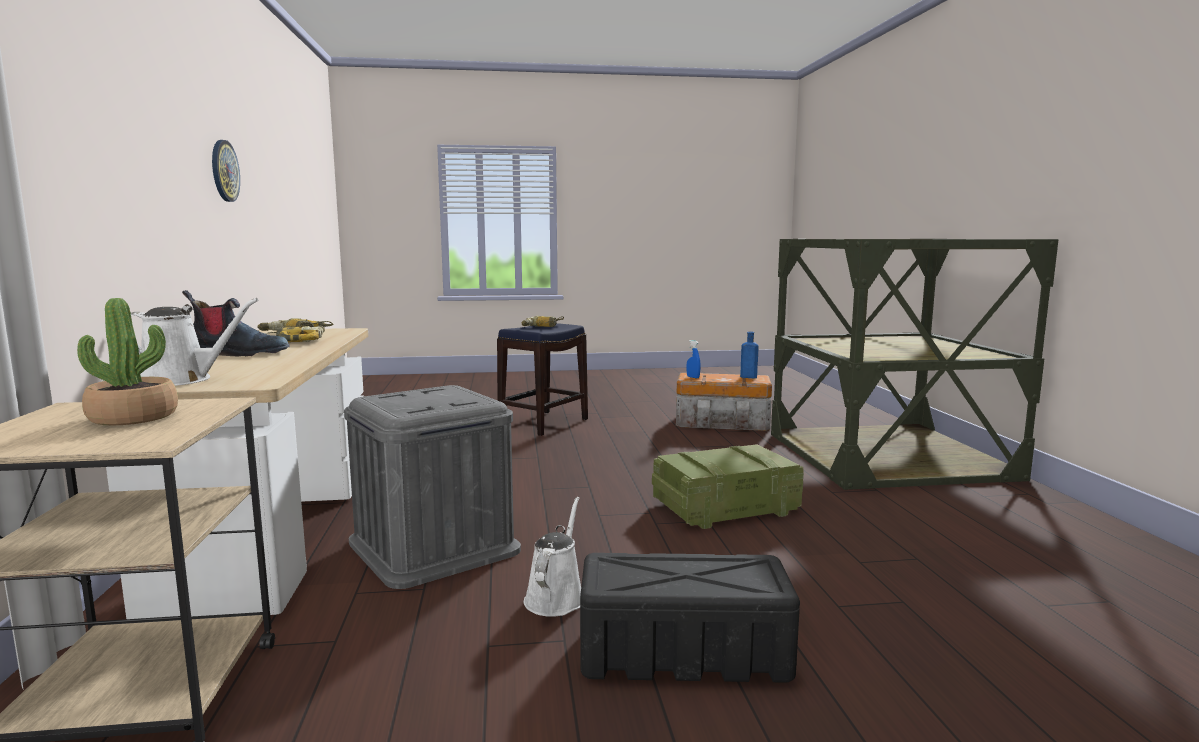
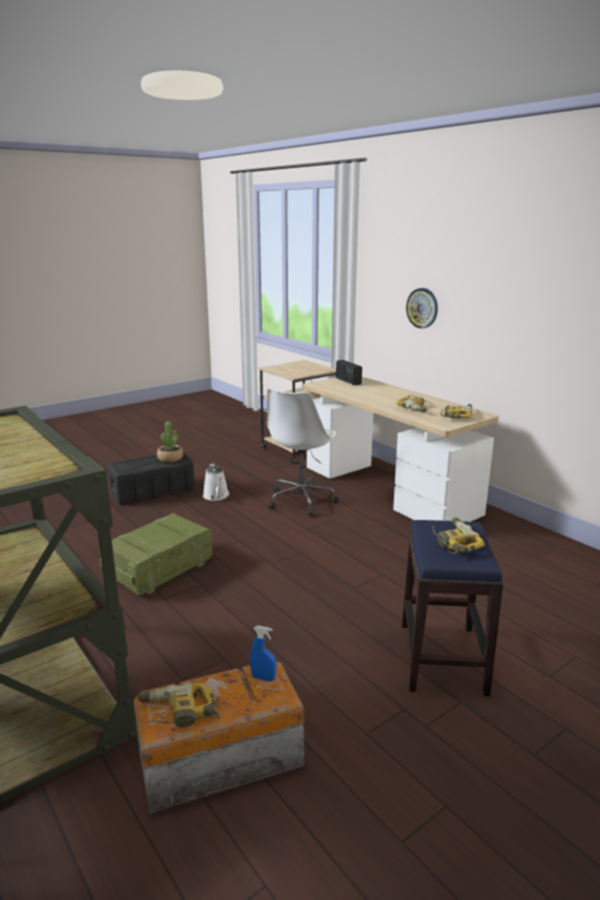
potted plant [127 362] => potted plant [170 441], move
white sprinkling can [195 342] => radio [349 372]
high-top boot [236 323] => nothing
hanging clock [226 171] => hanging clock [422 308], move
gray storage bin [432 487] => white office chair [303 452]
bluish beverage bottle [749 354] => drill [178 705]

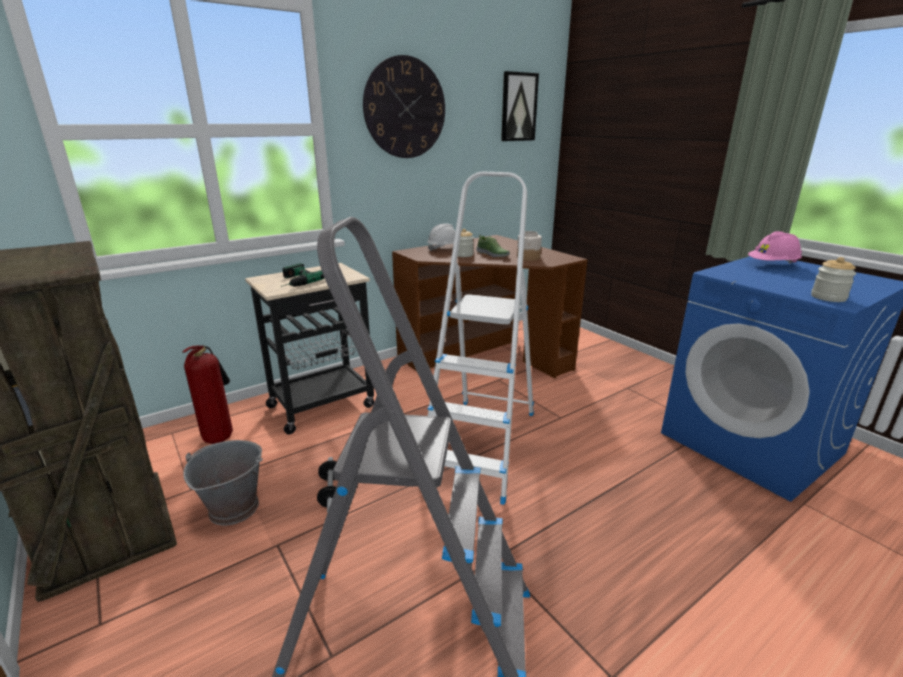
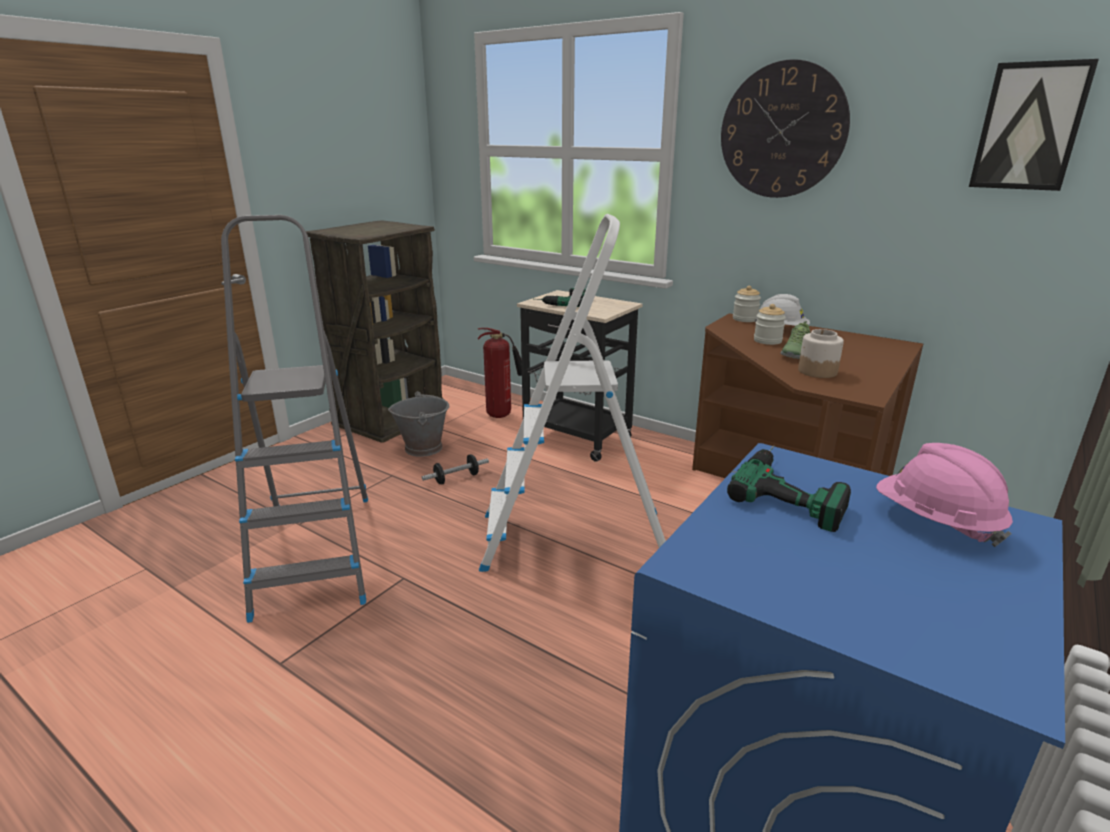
preserve jar [833 279] => preserve jar [747 304], move
nothing => drill [789 489]

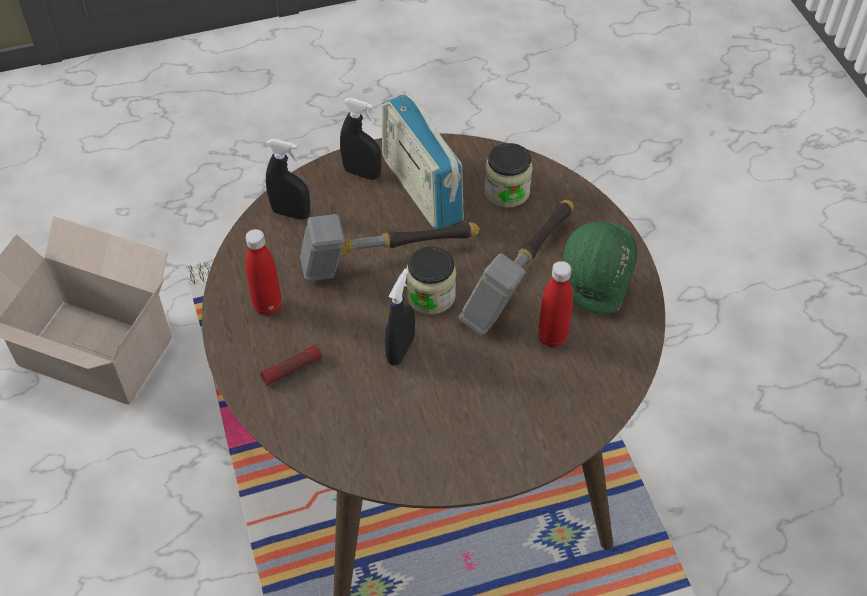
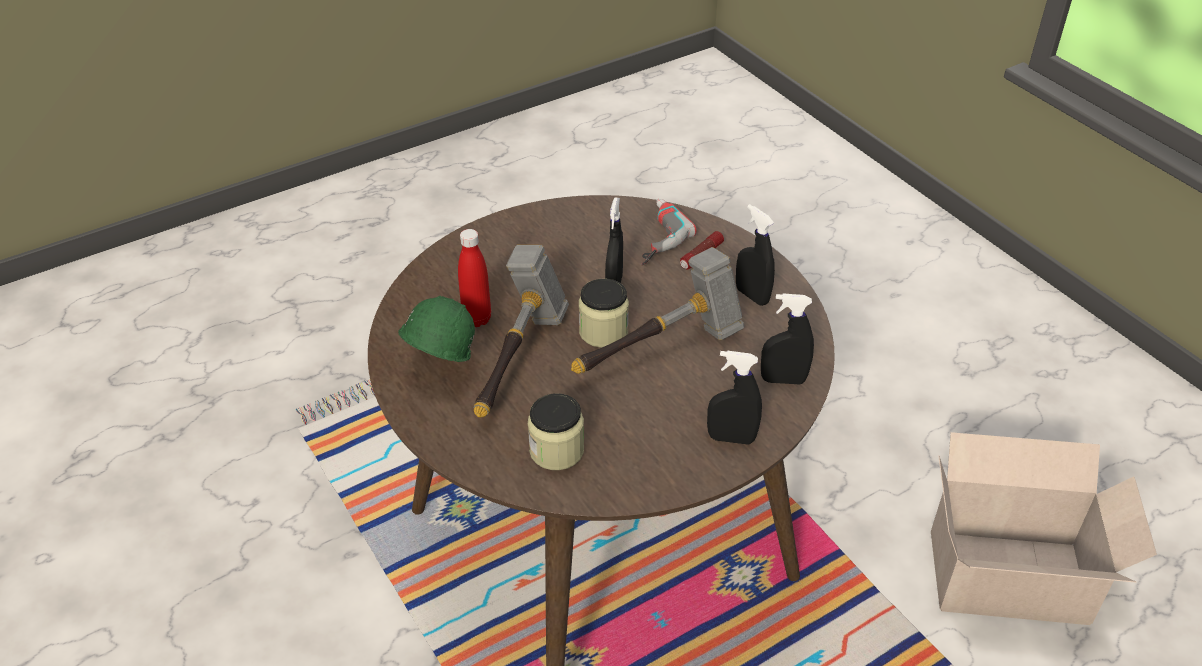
red beverage bottle [263 272] => black-coloured hand sprayer [755 255]
radio [423 160] => nothing
nothing => drill [668 232]

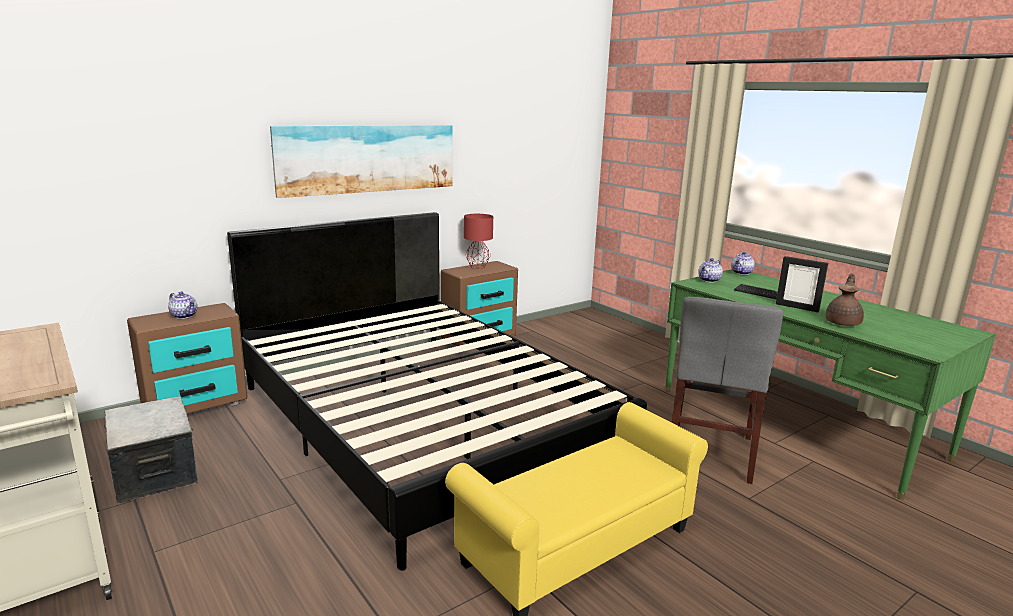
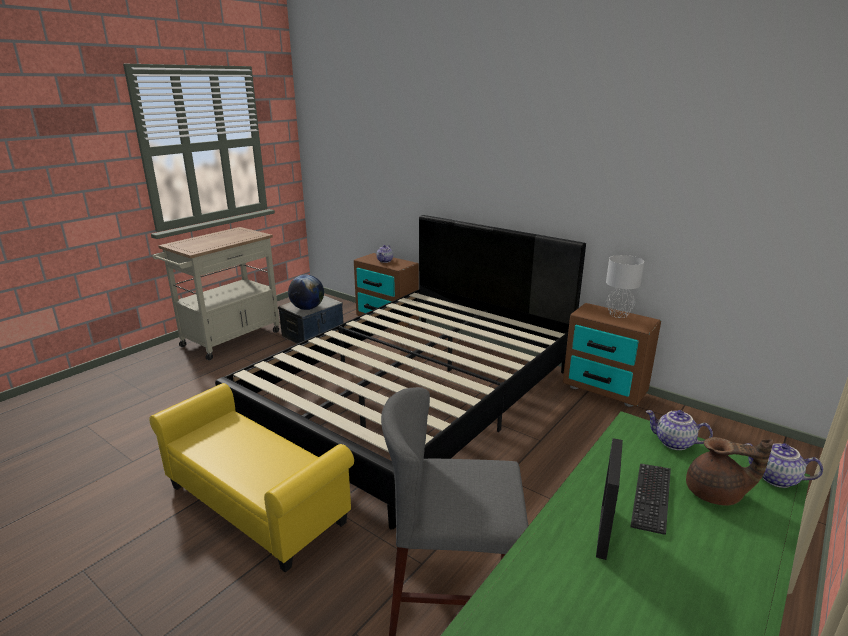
picture [361 161] => nothing
red table lamp [478 241] => gray table lamp [625 286]
brown-coloured teapot [844 299] => brown-coloured teapot [729 471], move
nothing => desk globe [306 292]

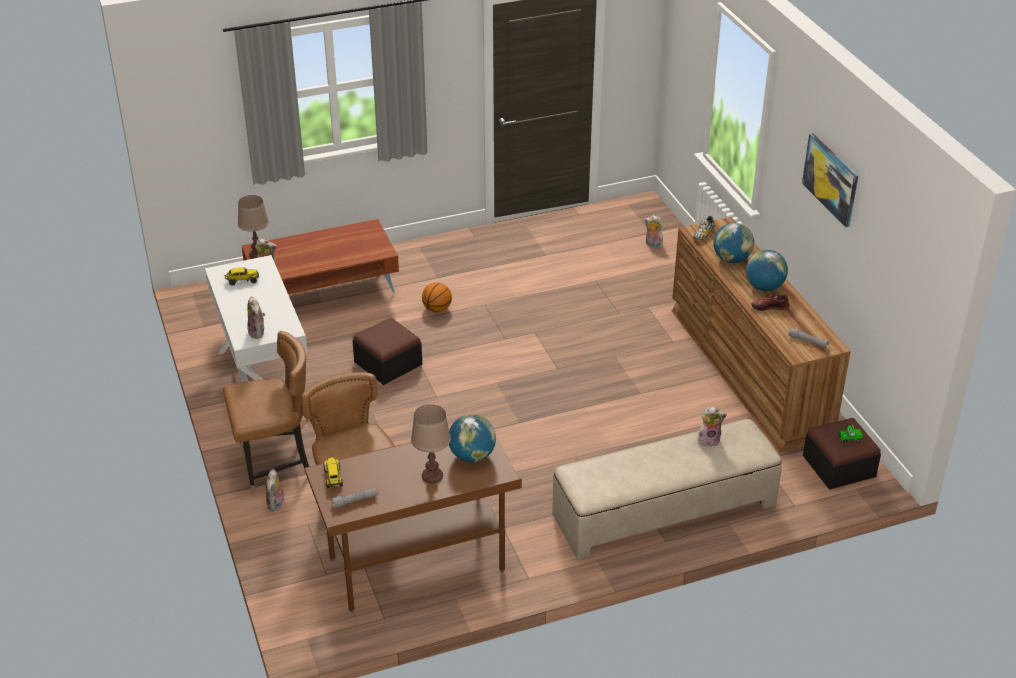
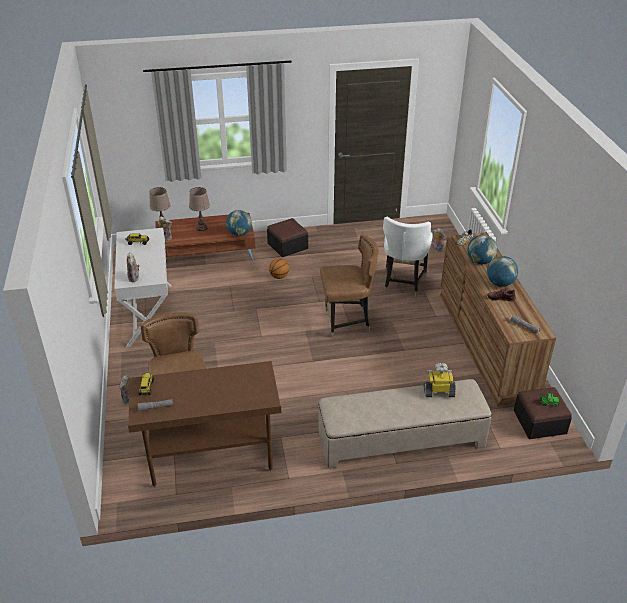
brown-coloured upright chair [266 412] => brown-coloured upright chair [349 286], move
ottoman [387 351] => ottoman [287 237], move
brown-coloured table lamp [431 443] => brown-coloured table lamp [199 209], move
desk globe [472 438] => desk globe [239 223], move
soft toy [712 427] => robot figure [439 380]
picture [830 180] => nothing
nothing => white upright chair [408 257]

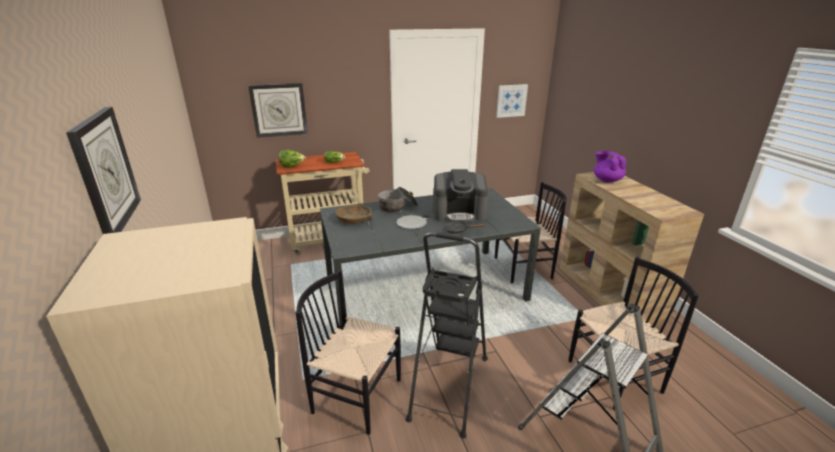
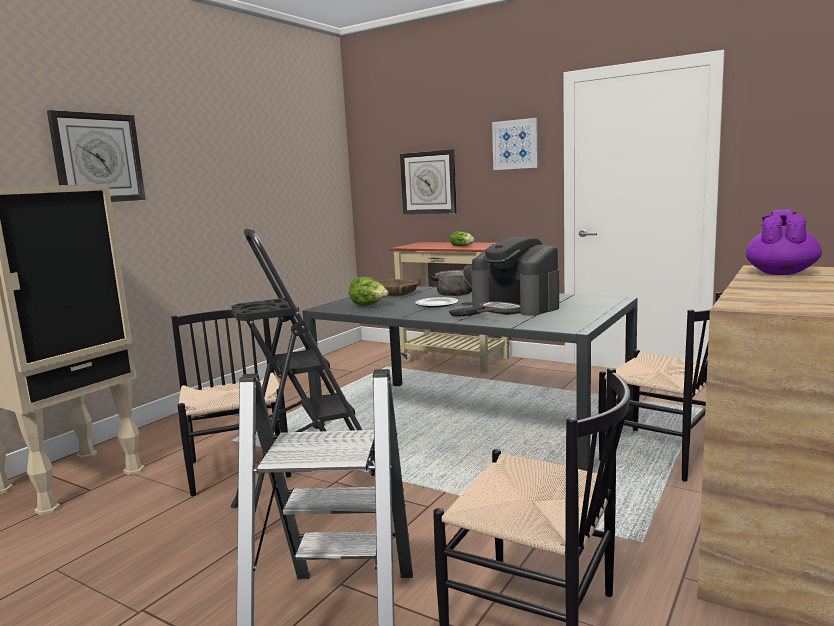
lettuce head [292 159] => lettuce head [368 291], move
picture [512 101] => picture [515 144], move

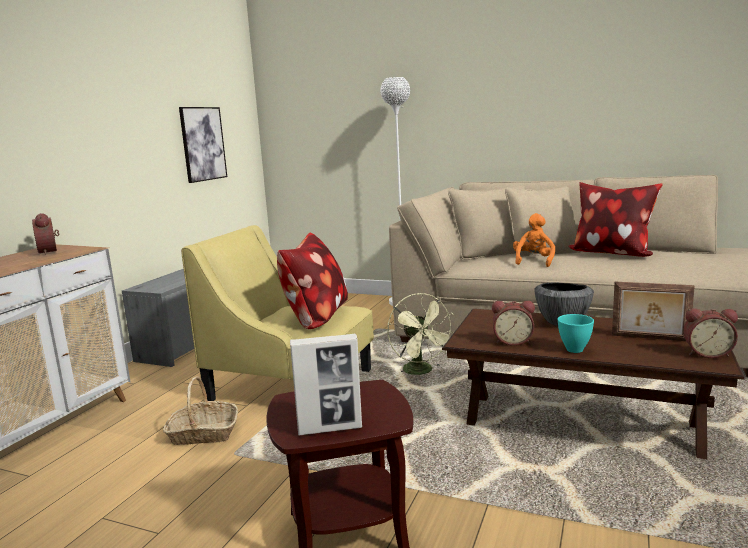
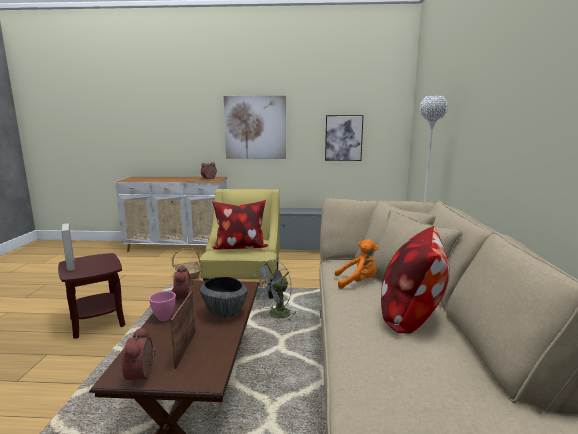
green electric fan [420 334] => gray electric fan [275 290]
turquoise-coloured deep dish [576 333] => pink-coloured deep dish [162 306]
nothing => picture [255 127]

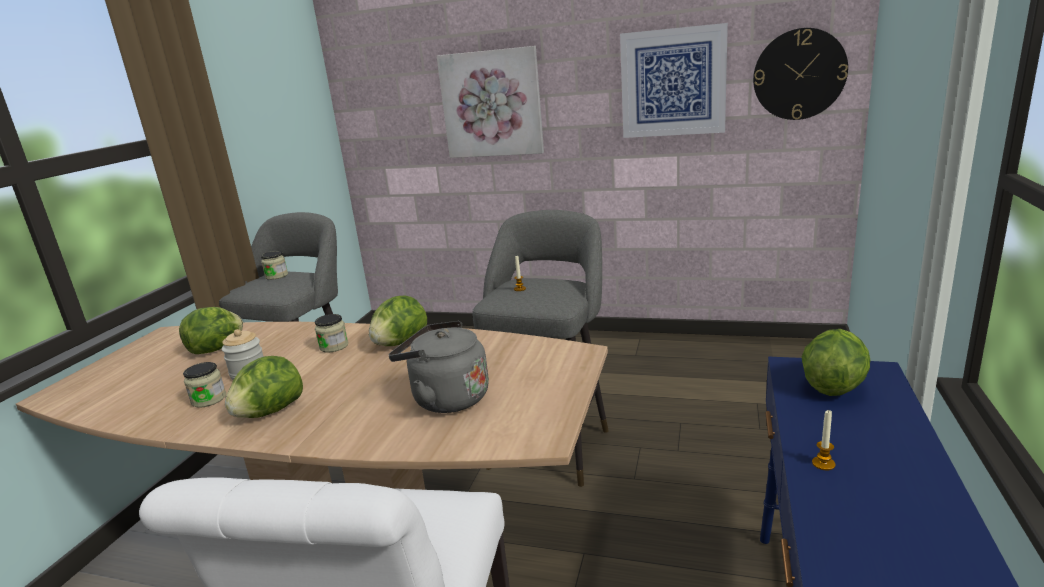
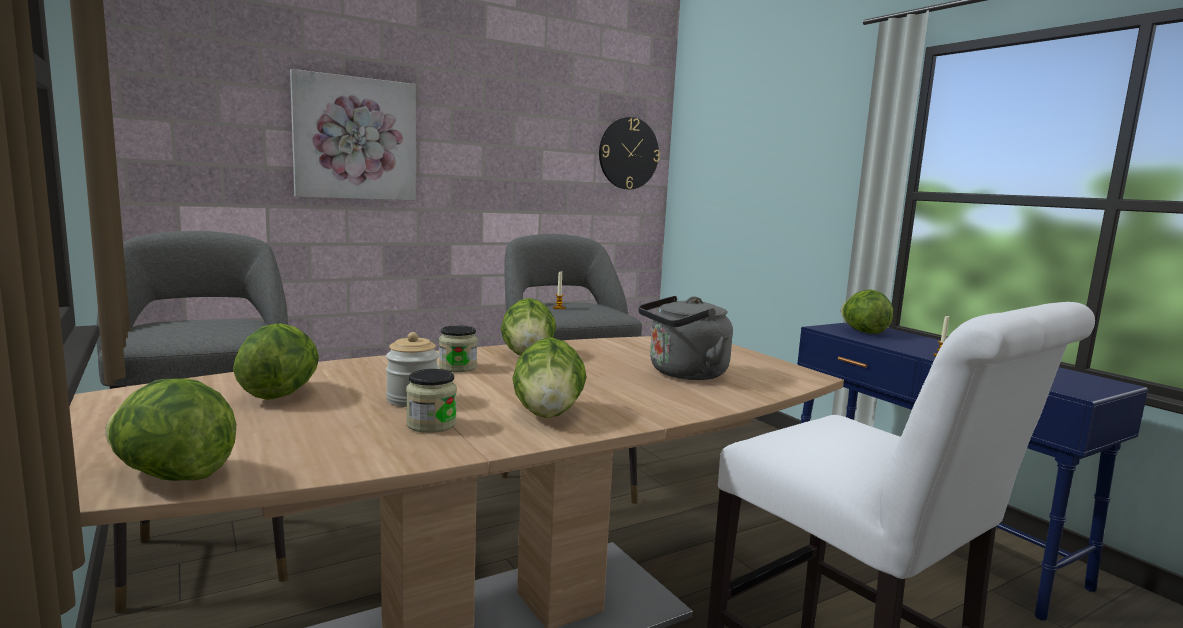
preserve jar [274 265] => nothing
picture [674 80] => nothing
nothing => lettuce head [170 430]

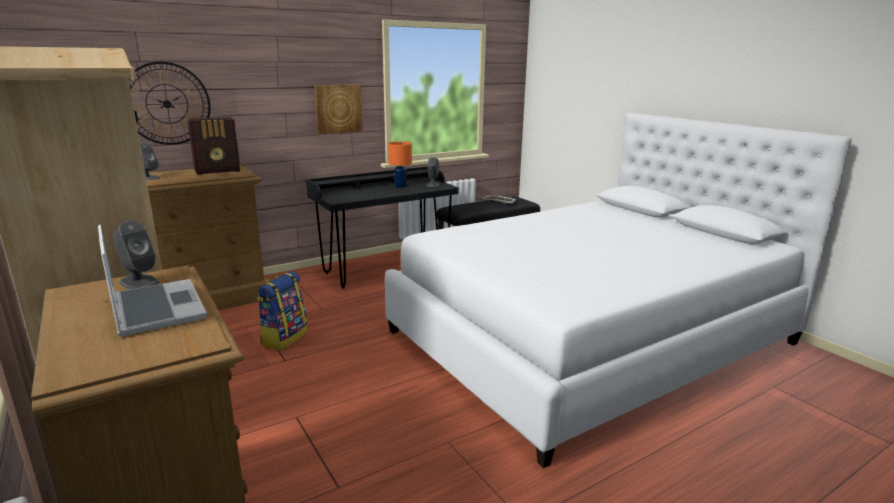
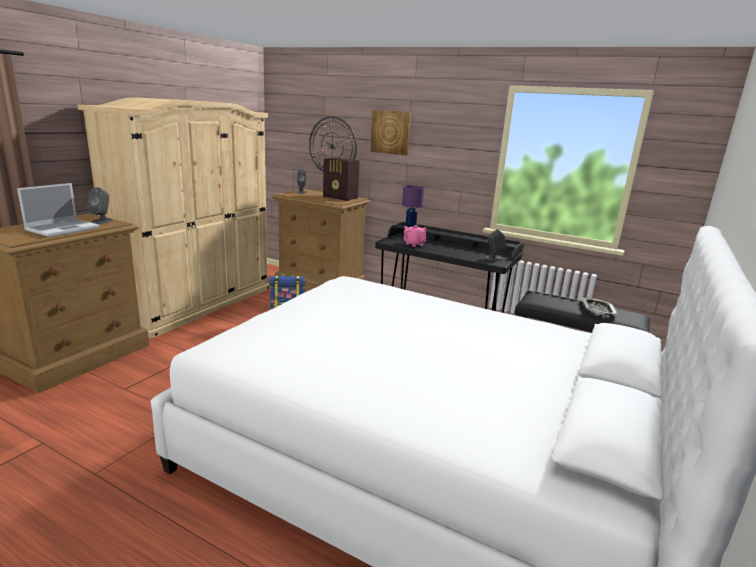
picture [338 109] => picture [391 132], move
orange table lamp [400 165] => nothing
nothing => purple table lamp [413 206]
nothing => pink-coloured teapot [415 236]

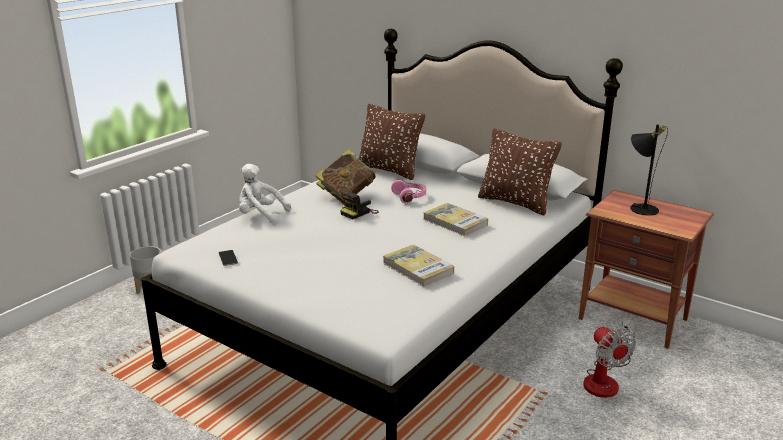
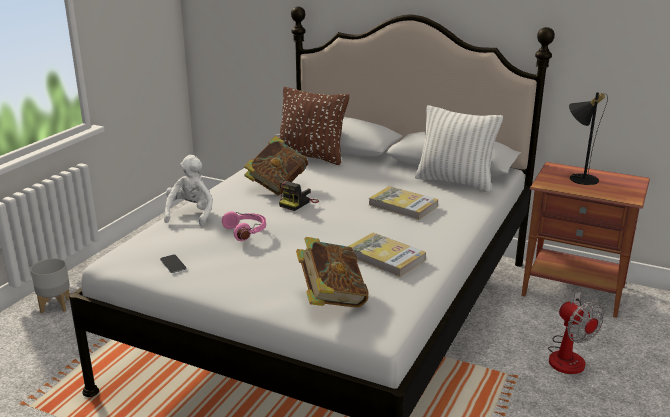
white soft toy [265 193] => white soft toy [188 190], 90 degrees clockwise
pink-coloured pair of headphones [408 191] => pink-coloured pair of headphones [244 226], move
brown-coloured pillow [520 172] => white pillow [459 148]
nothing => bound book [332 272]

